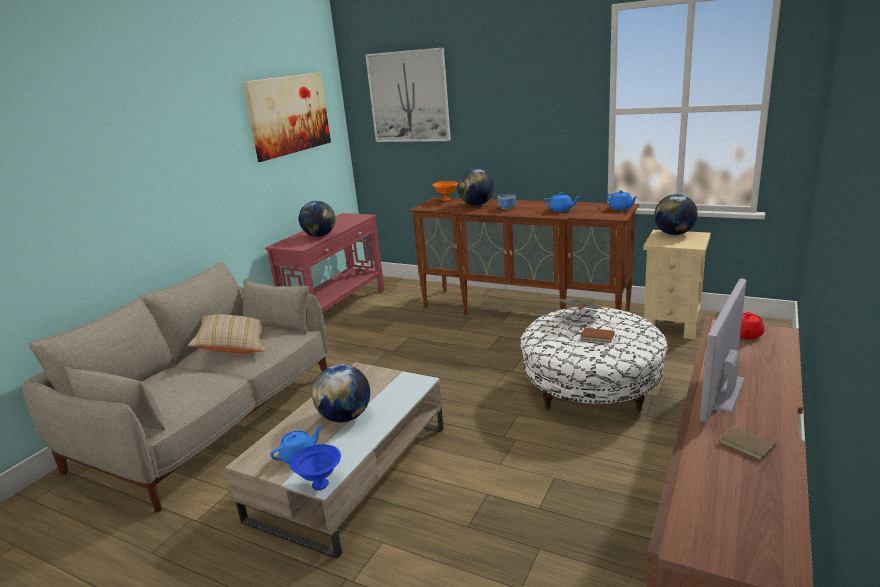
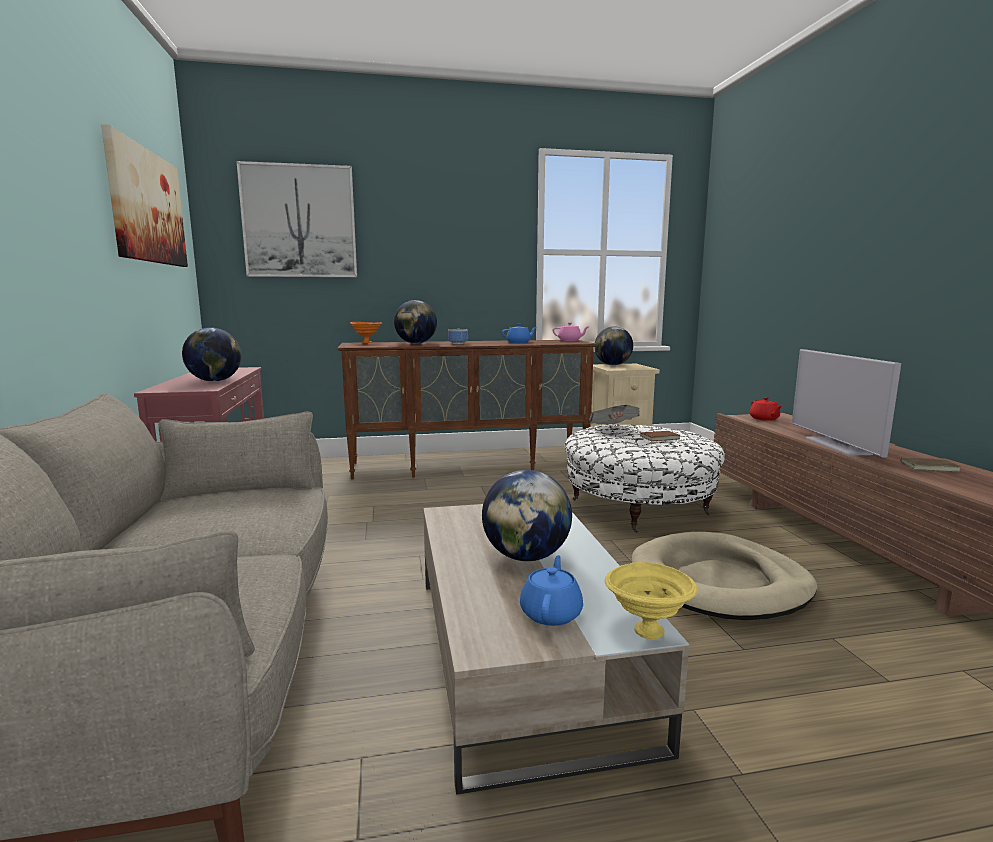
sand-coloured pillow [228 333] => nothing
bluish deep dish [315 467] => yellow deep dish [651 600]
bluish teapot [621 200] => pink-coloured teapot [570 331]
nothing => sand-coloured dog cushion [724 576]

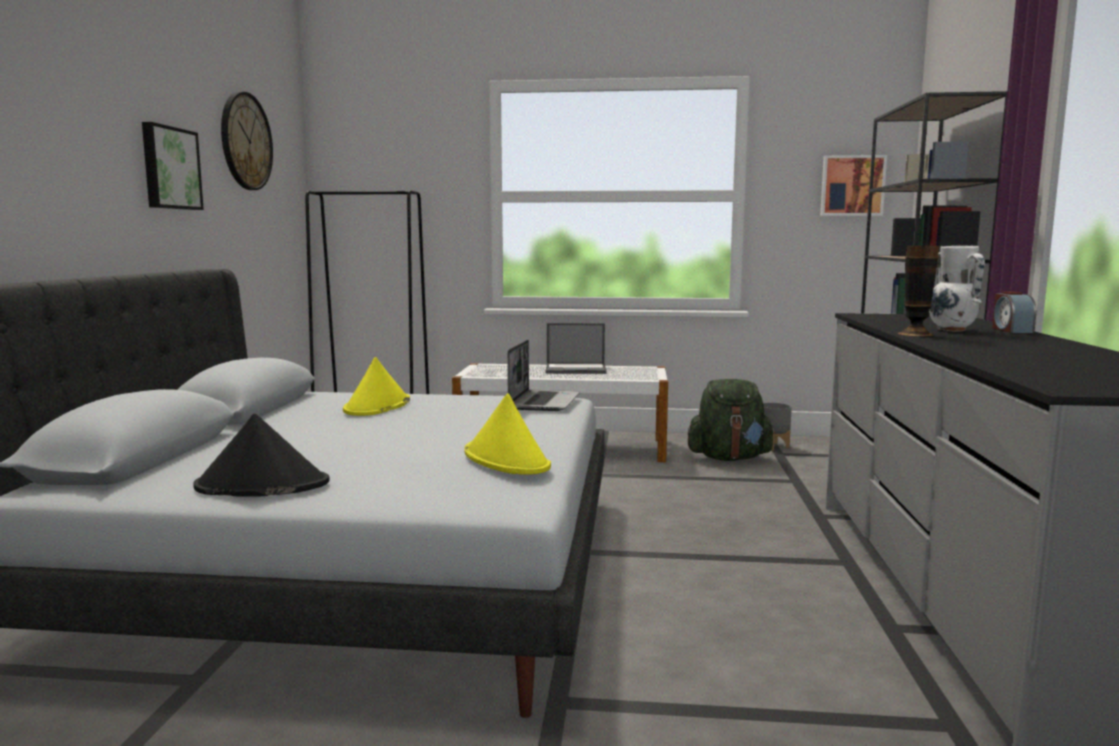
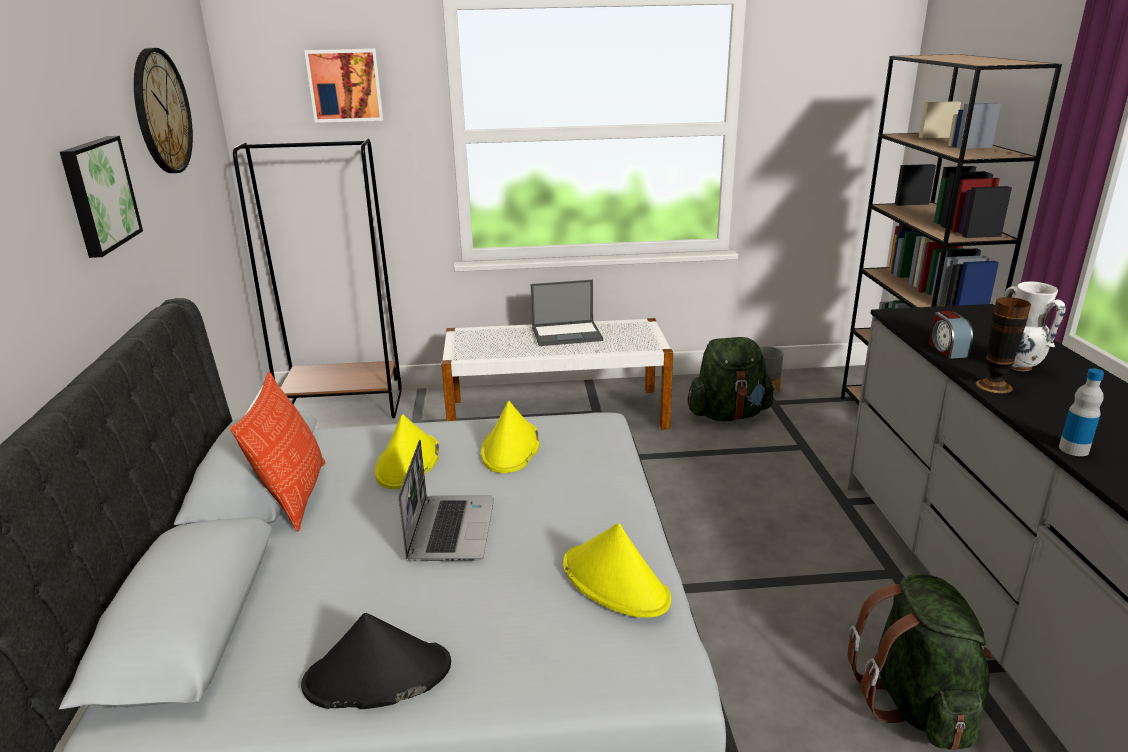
notebook computer [543 375] => notebook computer [446 500], move
picture [853 185] => picture [344 86], move
alarm clock [1014 312] => alarm clock [951 335], move
nothing => orange pillow [278 452]
nothing => yellow clothing hat [510 437]
nothing => green backpack [920 662]
nothing => beverage bottle [1081 412]

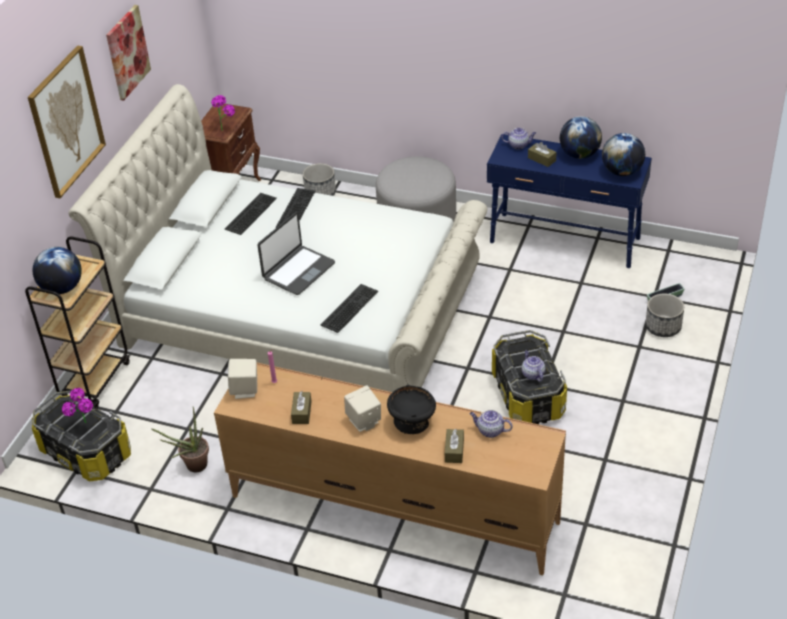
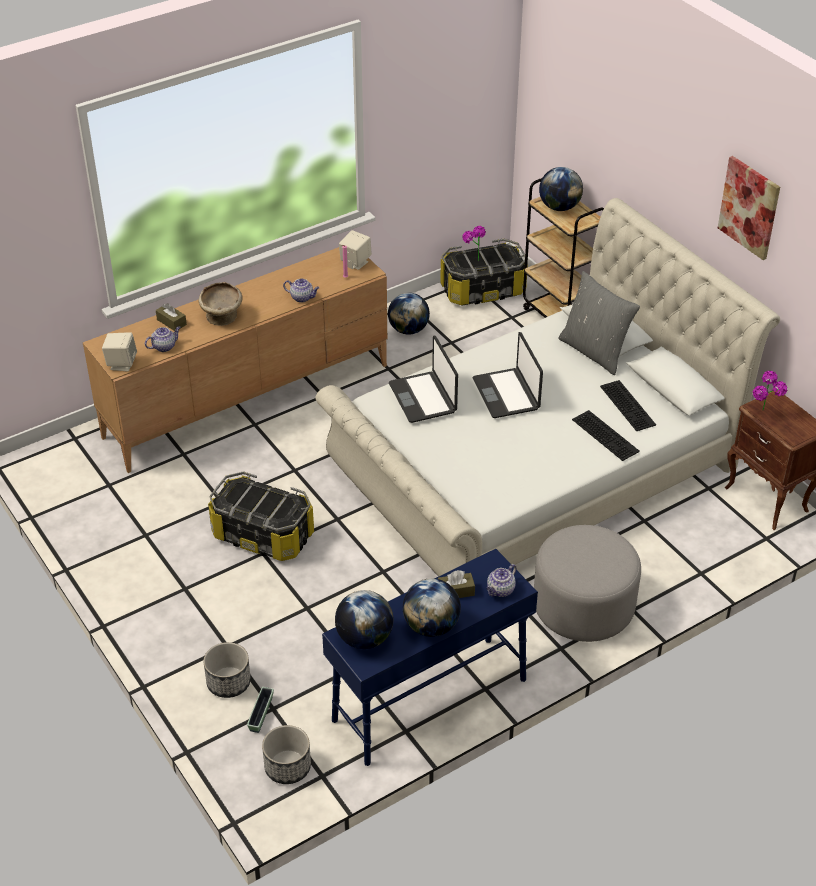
picture [67 121] => nothing
potted plant [180 439] => desk globe [409 314]
brown-coloured tissue holder [301 407] => nothing
flower pot [319 179] => flower pot [286 754], move
PC keyboard [349 308] => notebook computer [423 379]
sand-coloured audio speaker [362 408] => sand-coloured audio speaker [119 352], move
black-coloured deep dish [411 409] => sand-coloured deep dish [221 304]
teapot [533 366] => teapot [301 291], move
nothing => gray pillow [599 323]

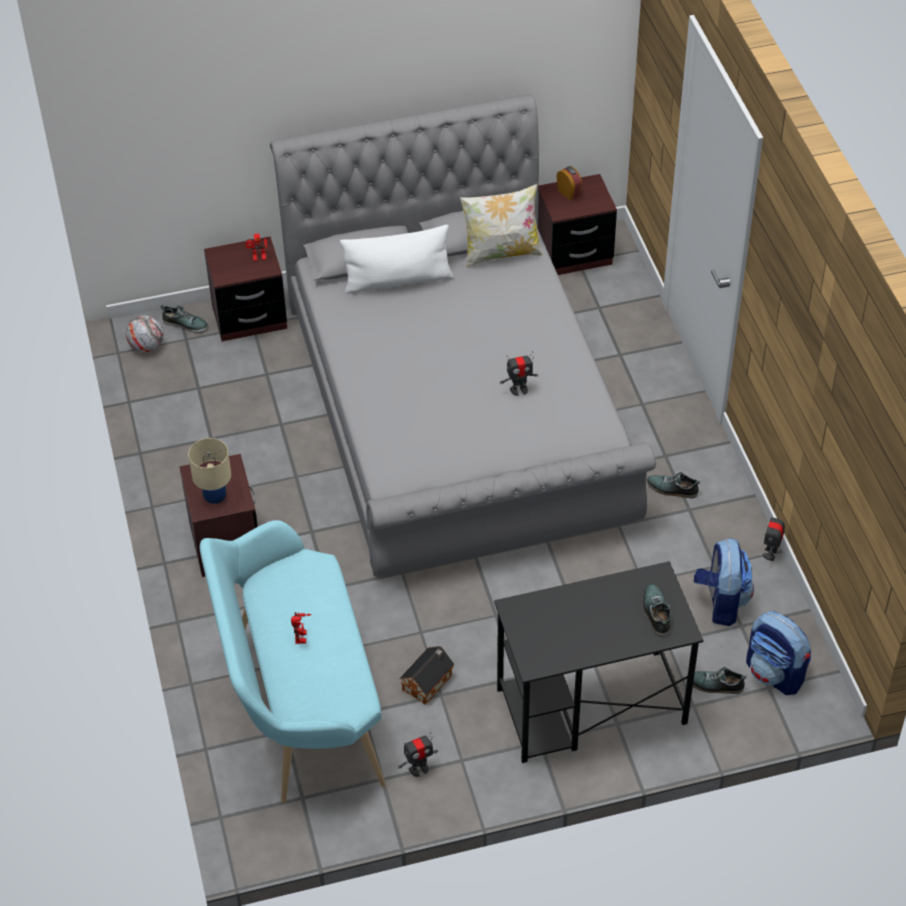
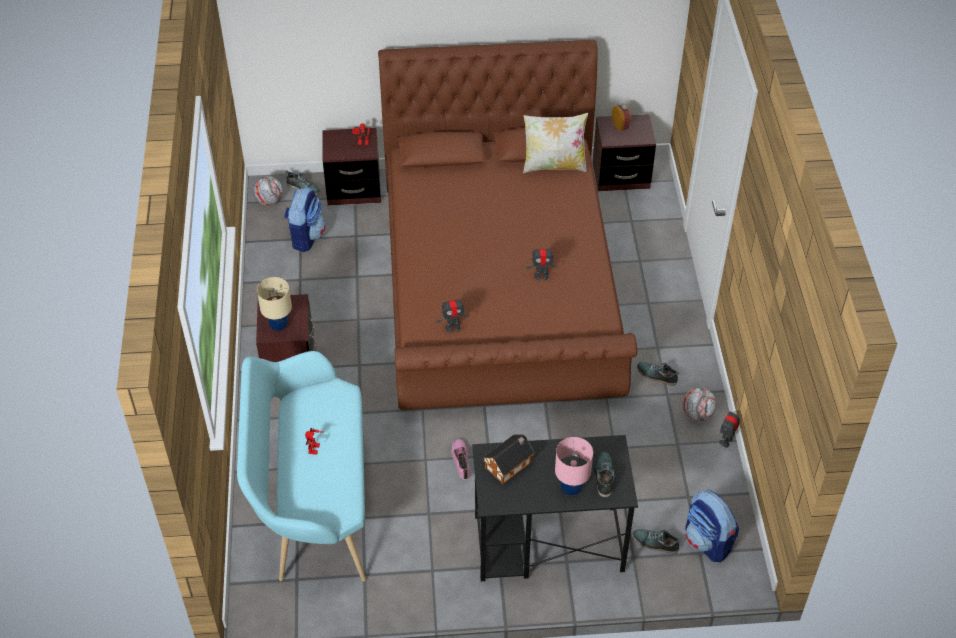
gray bed [463 335] => brown-coloured bed [507 225]
white pillow [396 259] => nothing
robot figure [418 754] => robot figure [452 314], move
miniature house [427 675] => miniature house [508 459], move
backpack [724 582] => backpack [305 219], move
nothing => item of footwear [461 459]
nothing => pink-coloured table lamp [574 466]
nothing => football [700 404]

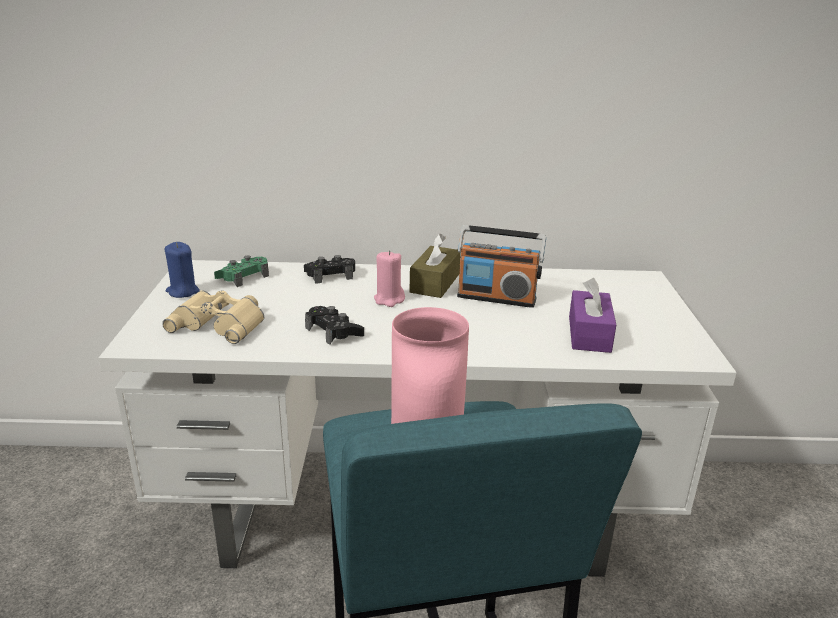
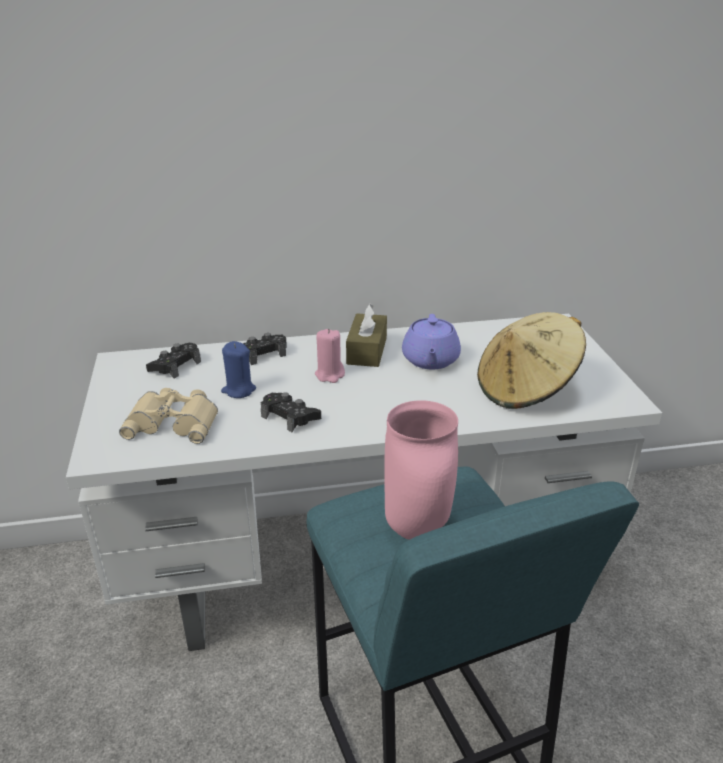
bluish wax light [182 270] => bluish wax light [238 369], move
green gamepad [241 271] => black-coloured gamepad [173 361]
radio [501 266] => purple teapot [431 341]
purple tissue holder [592 315] => sand-coloured clothing hat [531 360]

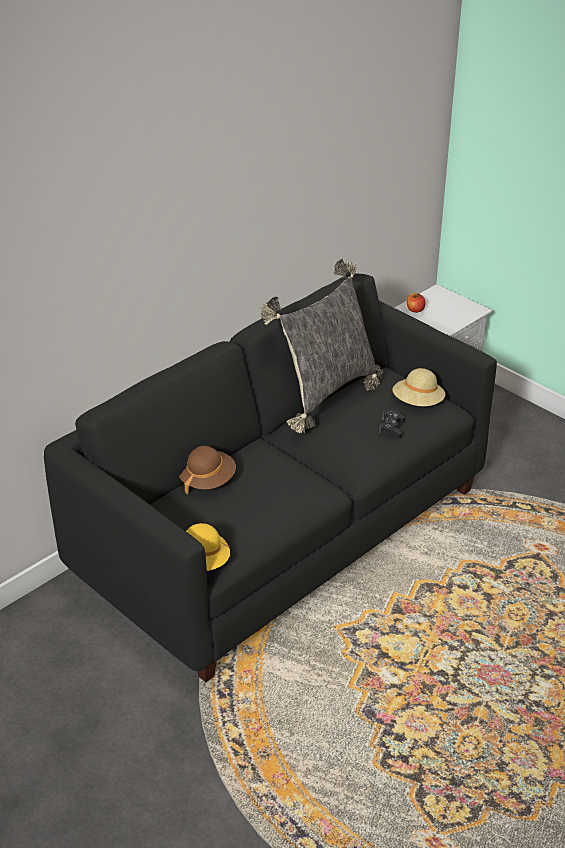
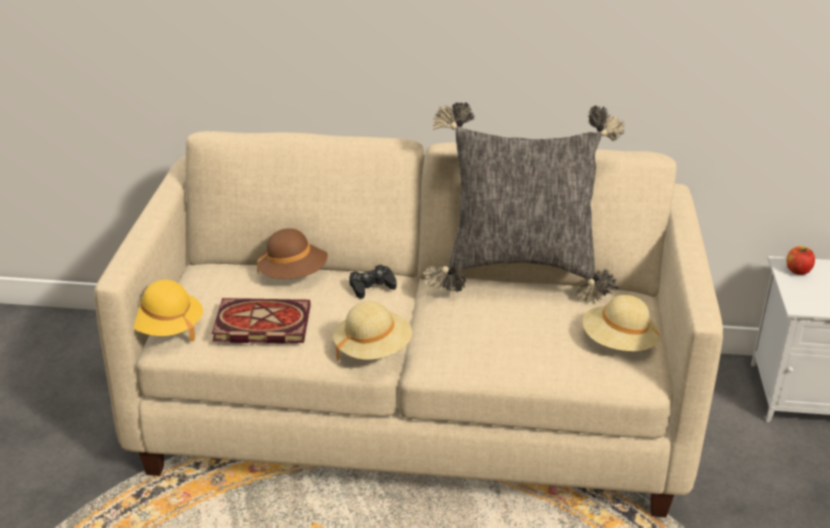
black-coloured settee [270 478] => sand-coloured settee [408 324]
black-coloured gamepad [392 424] => black-coloured gamepad [372 282], move
nothing => bound book [261 321]
nothing => sand-coloured clothing hat [372 331]

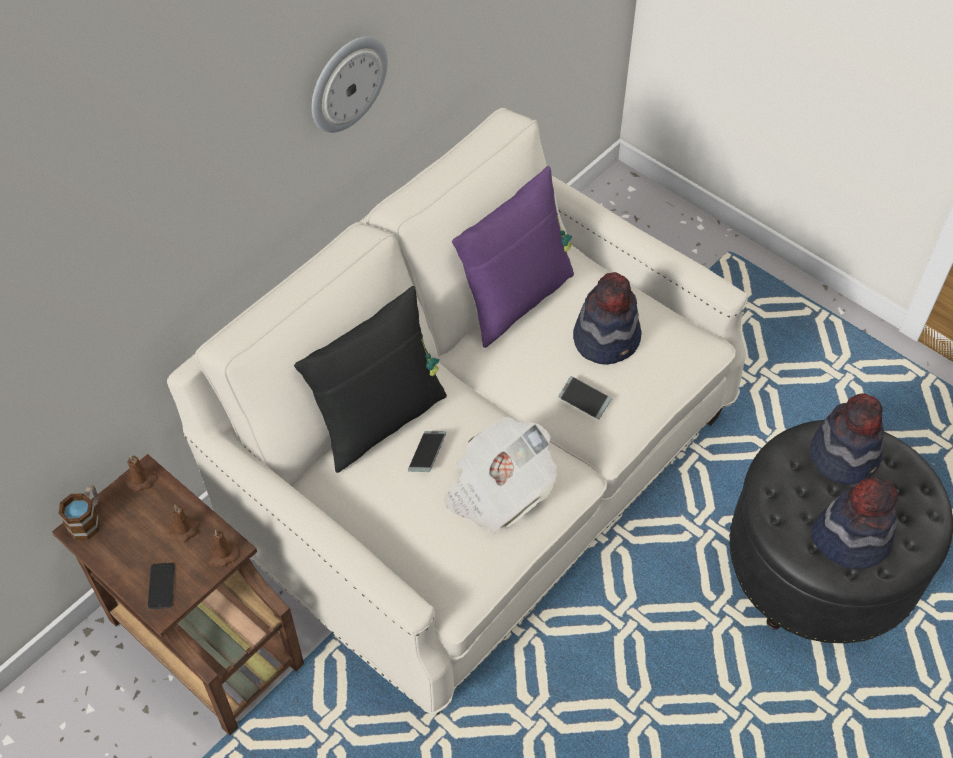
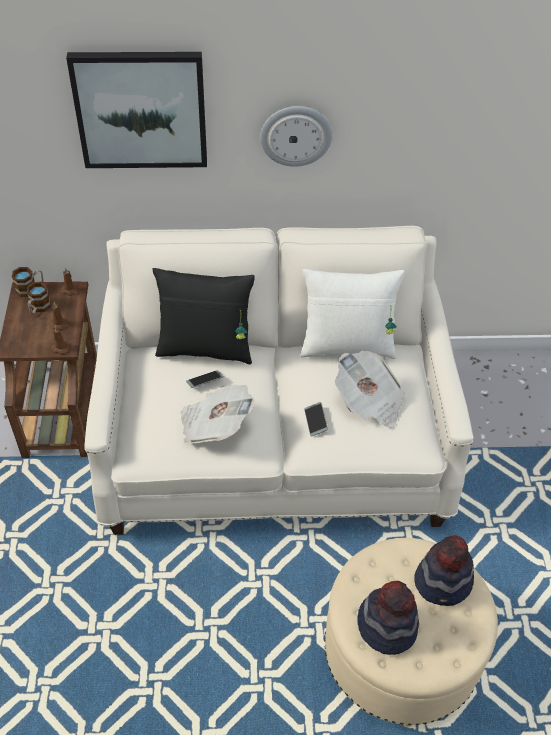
handset [161 586] => nothing
purple pillow [513 257] => white pillow [352 314]
clothing hat [607 318] => daily paper [370 389]
black-coloured ottoman [841 531] => sand-coloured ottoman [411 632]
nothing => coffee mug [39 298]
nothing => picture [136 110]

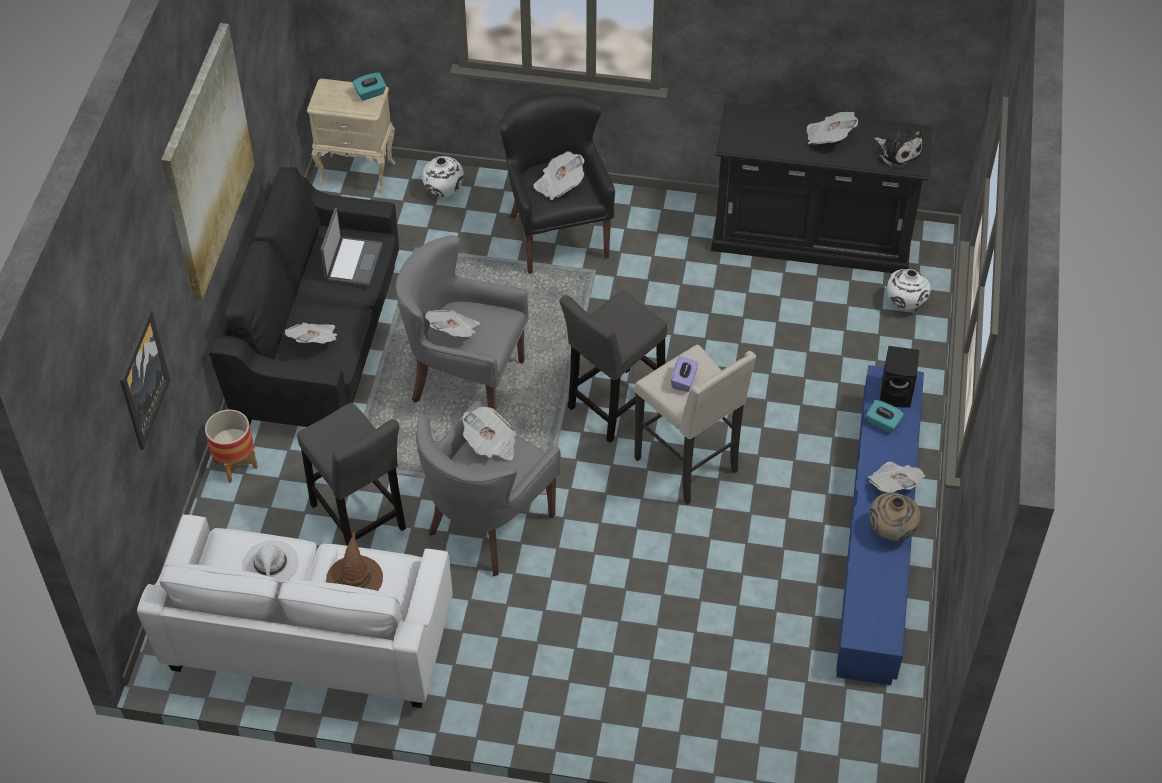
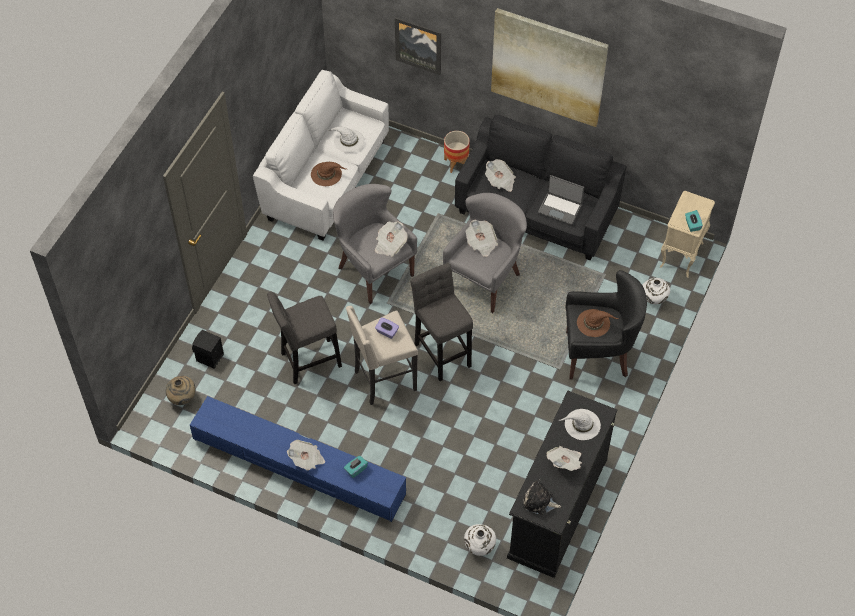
gray stool [351 474] => gray stool [304 337], move
daily paper [559 175] => brown-coloured clothing hat [597 323]
sand-coloured vase [895 516] => sand-coloured vase [180 390], move
soft toy [898 148] => soft toy [541 496], 45 degrees clockwise
black-coloured audio speaker [899 377] => black-coloured audio speaker [208 349], move
nothing => white clothing hat [580 424]

